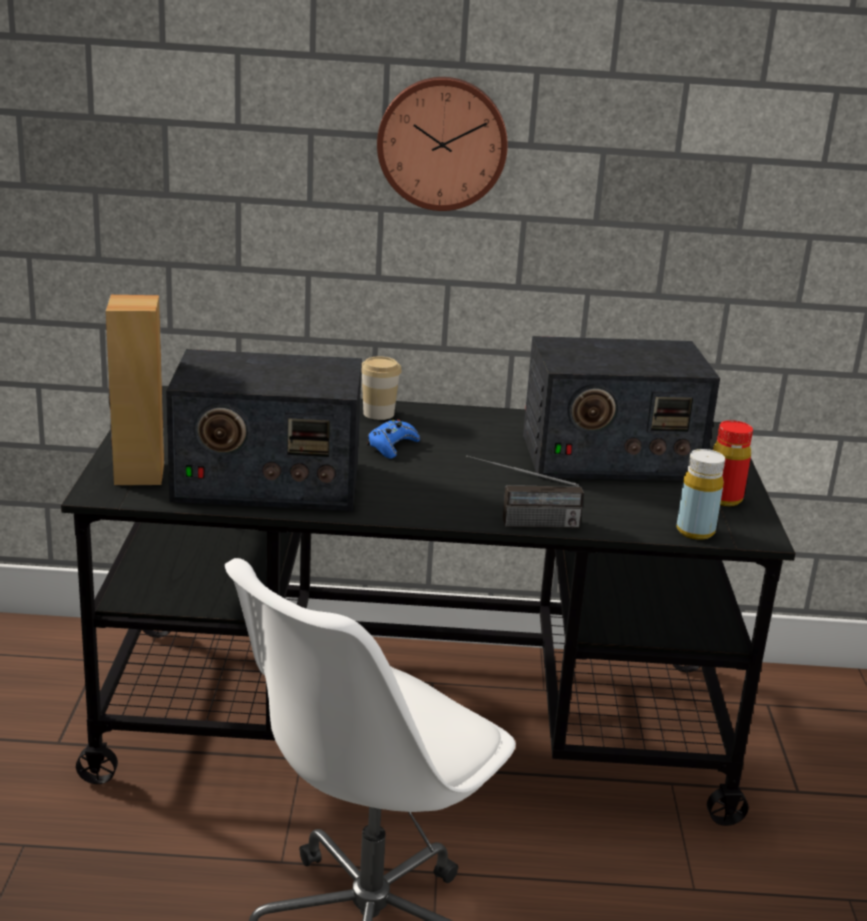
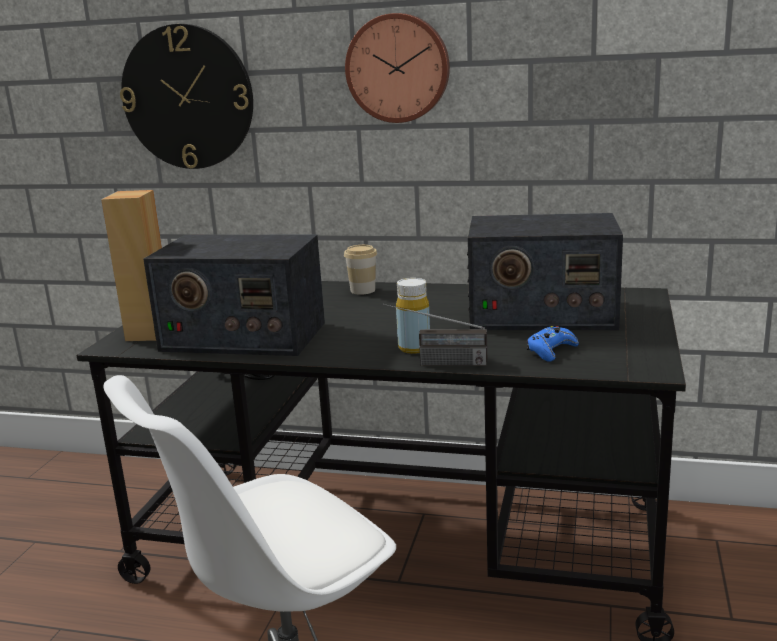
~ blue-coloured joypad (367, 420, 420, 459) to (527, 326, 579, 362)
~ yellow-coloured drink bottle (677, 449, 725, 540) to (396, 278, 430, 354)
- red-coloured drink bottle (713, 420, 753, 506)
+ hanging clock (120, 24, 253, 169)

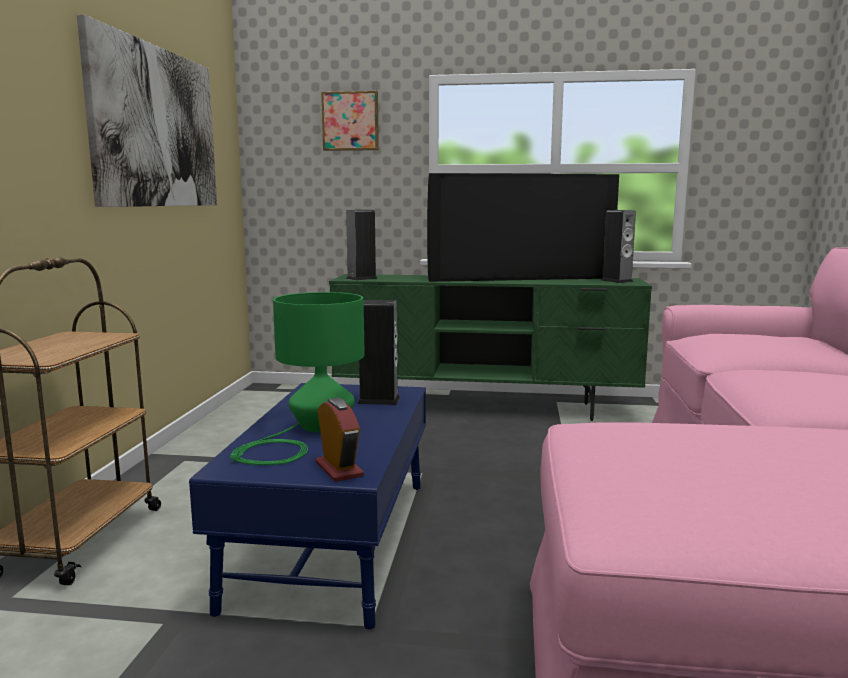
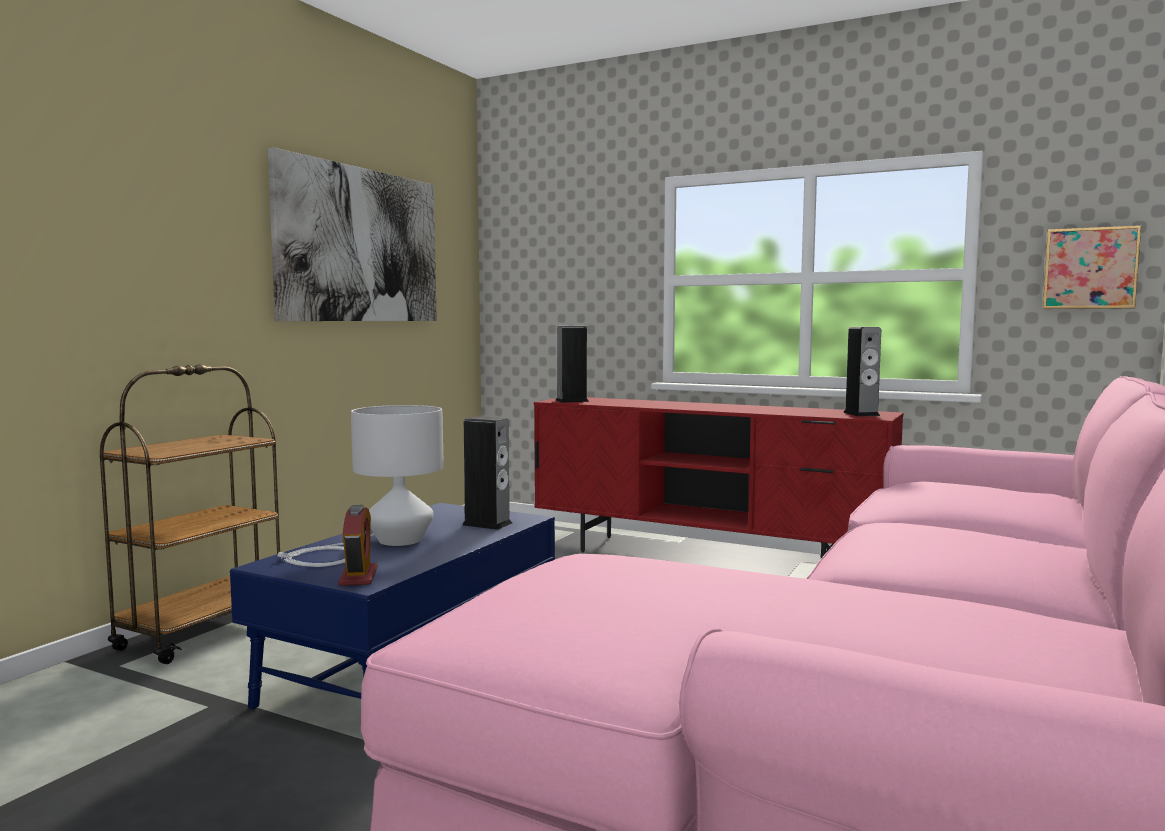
~ green table lamp (230, 292, 364, 465) to white-coloured table lamp (277, 405, 443, 567)
~ wall art (321, 91, 379, 151) to (1042, 225, 1141, 309)
~ green tv unit (329, 274, 652, 421) to red-coloured tv unit (534, 397, 904, 558)
- television (427, 173, 619, 282)

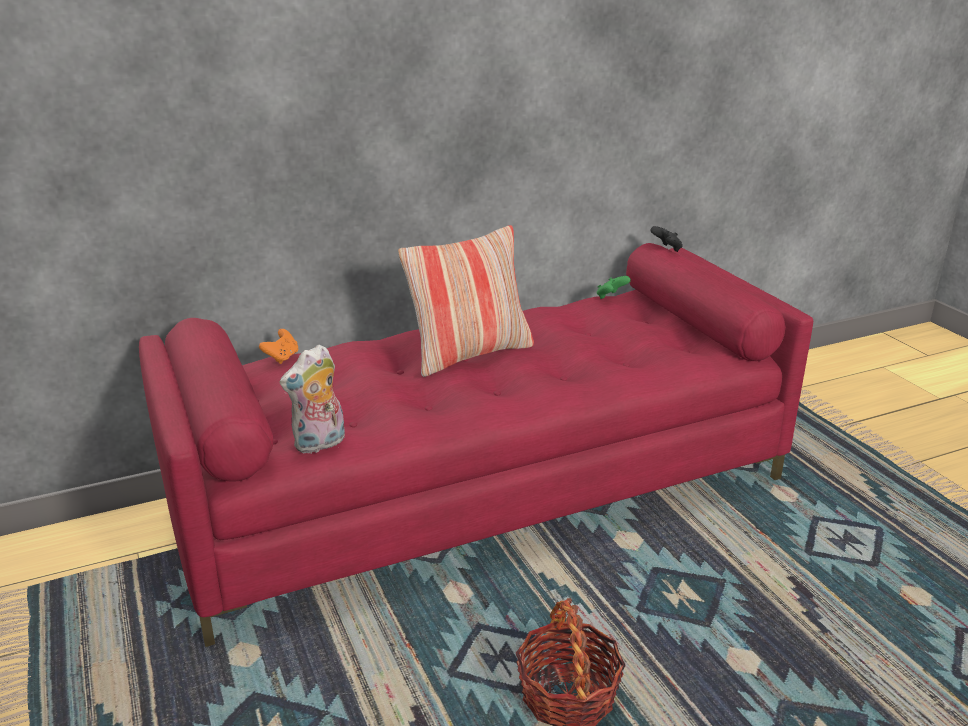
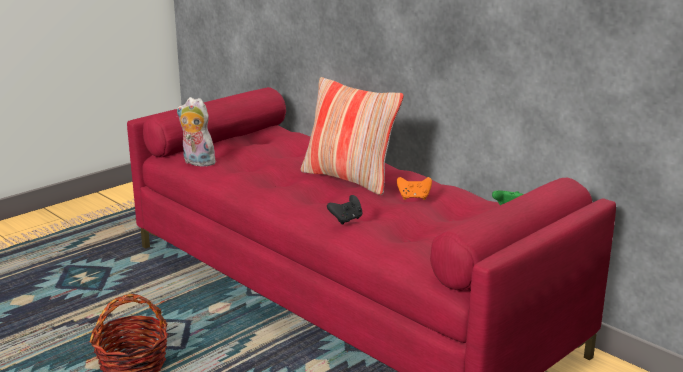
~ orange joypad (259, 329, 299, 364) to (397, 177, 432, 200)
~ black-coloured joypad (650, 226, 683, 252) to (327, 195, 363, 225)

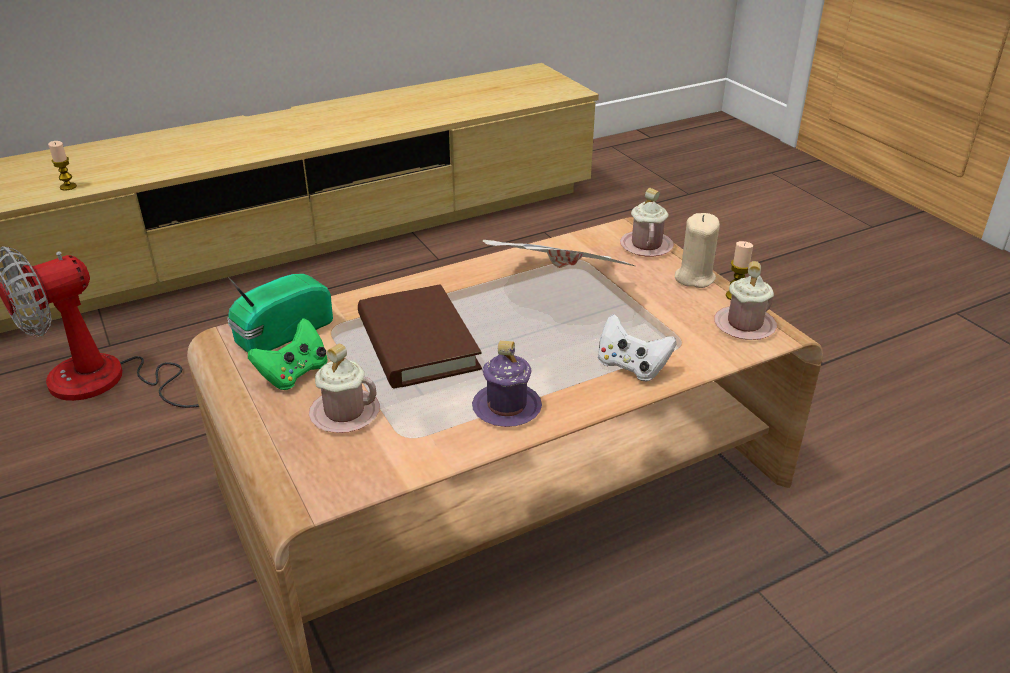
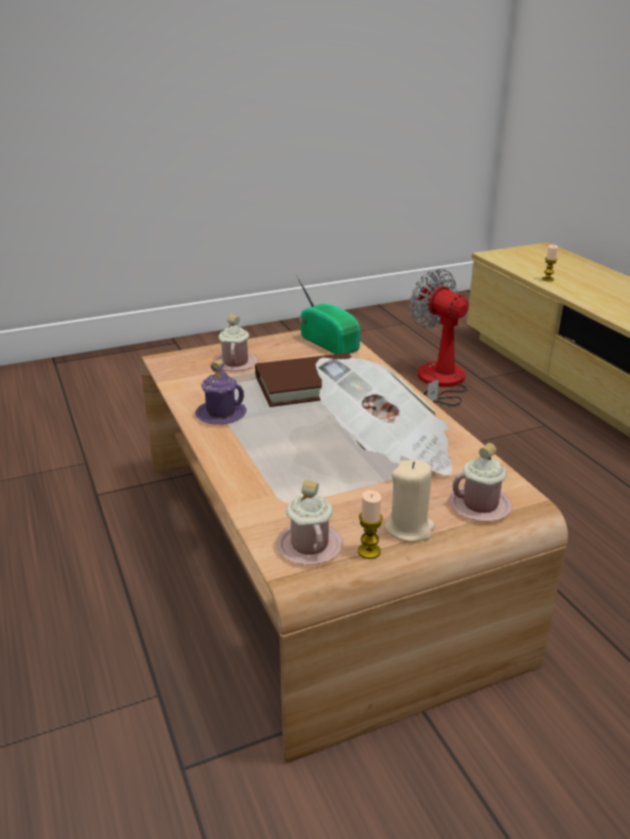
- green joypad (248, 318, 328, 390)
- white-coloured joypad (598, 314, 677, 381)

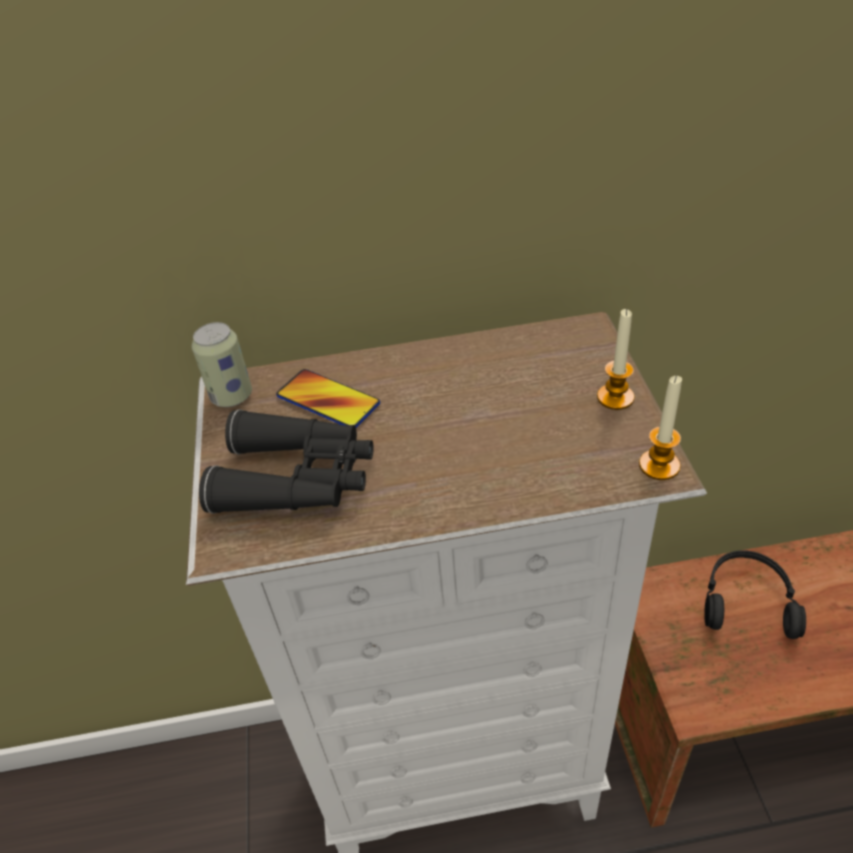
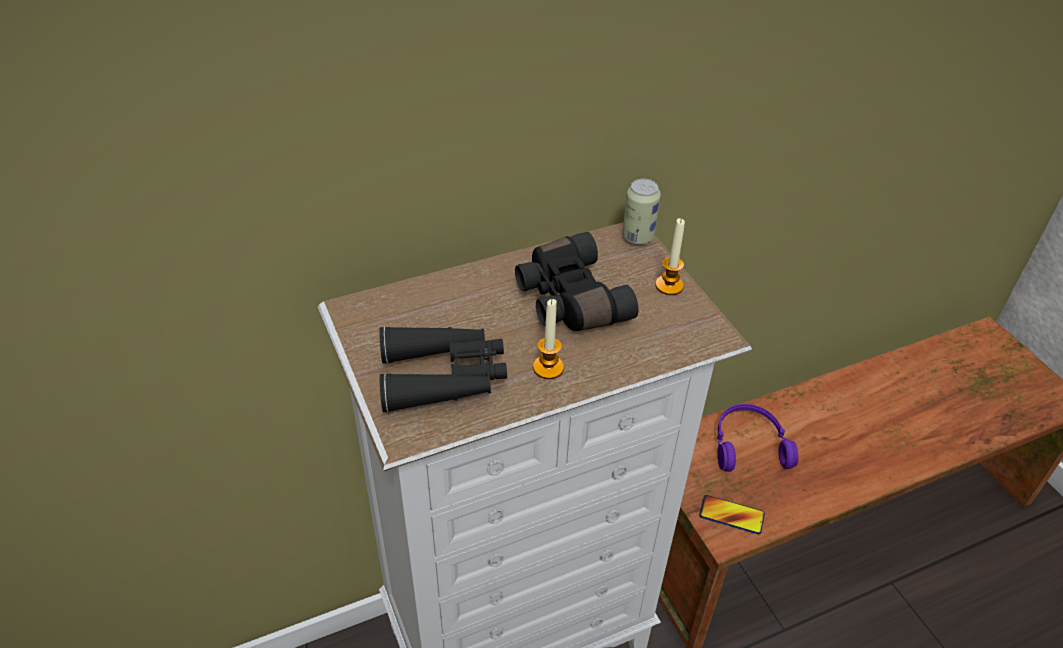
~ can (192, 322, 252, 407) to (622, 179, 661, 245)
~ handset (276, 369, 380, 428) to (699, 495, 765, 534)
~ candle (639, 376, 682, 480) to (533, 299, 564, 379)
~ black-coloured headset (704, 550, 806, 639) to purple headset (717, 404, 798, 472)
+ black-coloured field glasses (515, 232, 638, 331)

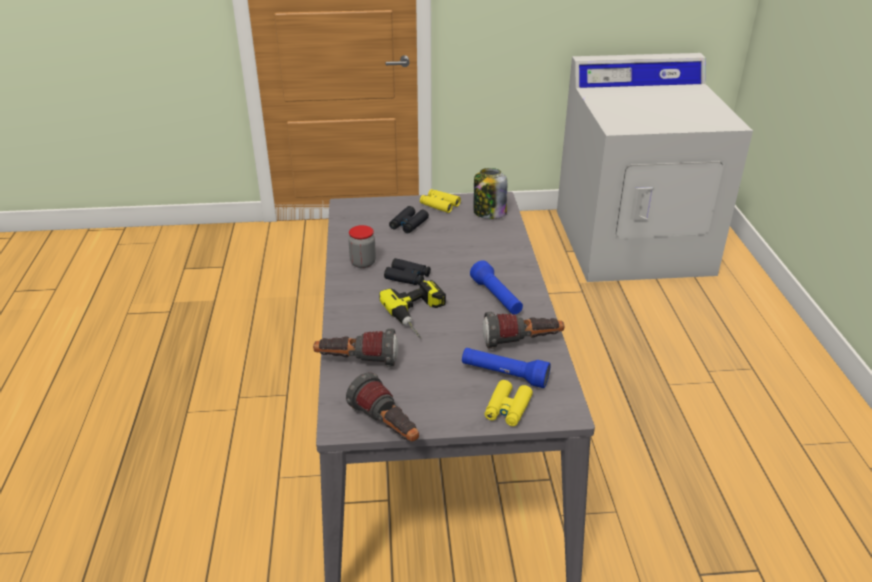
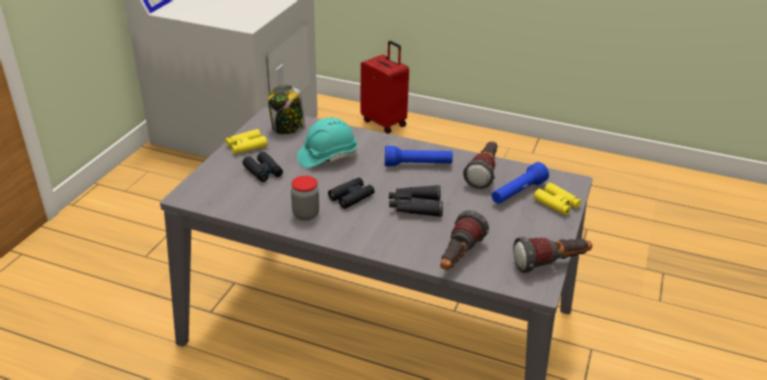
~ power drill (379, 280, 446, 338) to black-coloured field glasses (389, 185, 443, 217)
+ blue-green work helmet (297, 117, 357, 168)
+ red-coloured suitcase (361, 41, 409, 134)

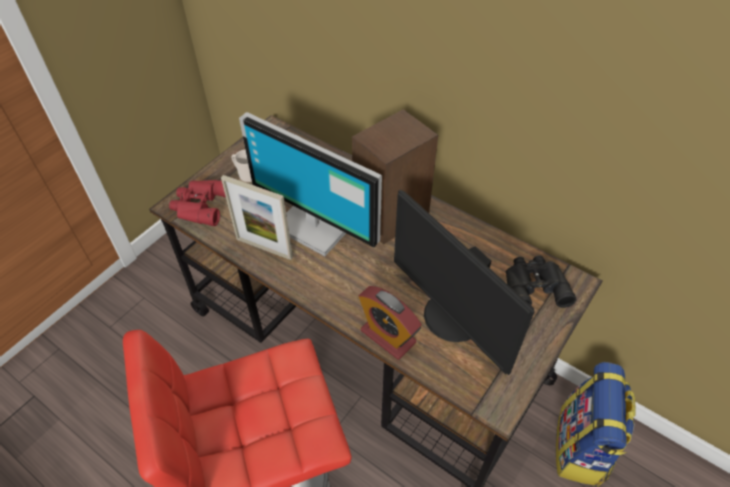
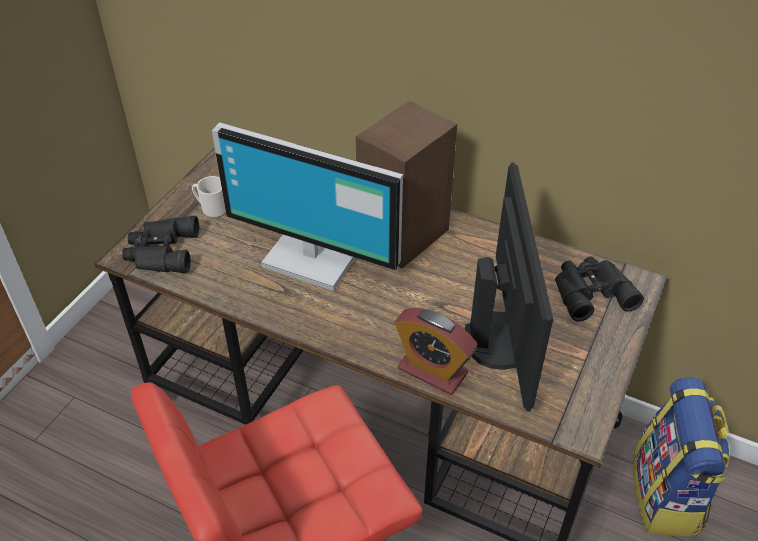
~ red-coloured field glasses (169, 180, 226, 226) to black-coloured field glasses (122, 216, 199, 273)
- picture frame (221, 175, 293, 260)
~ computer screen (394, 190, 535, 375) = (465, 162, 553, 411) 135 degrees counterclockwise

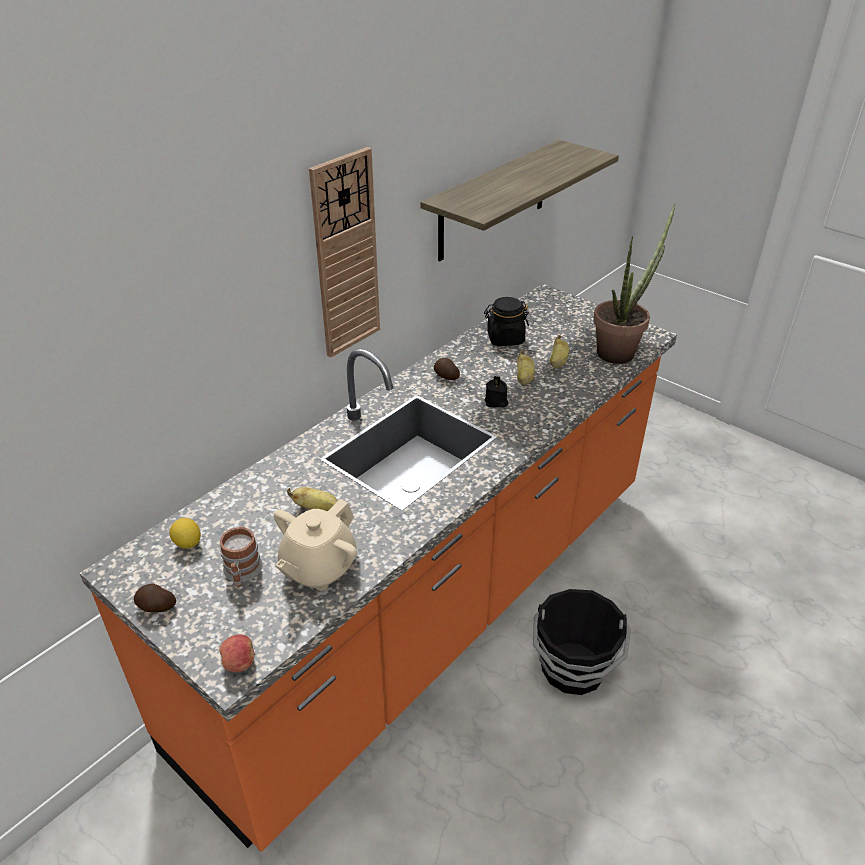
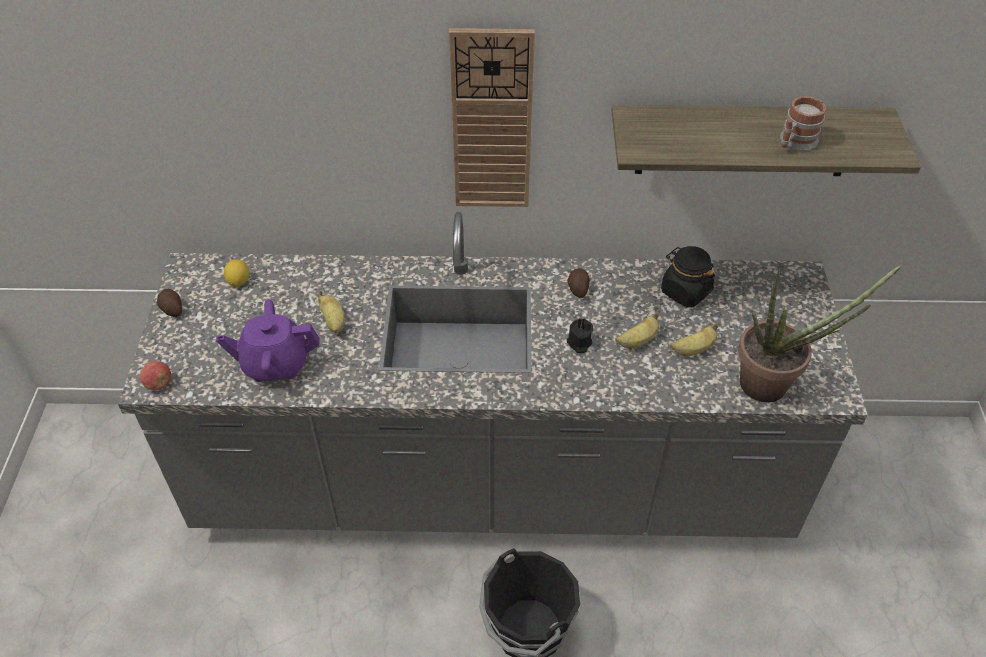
~ orange kitchen base unit (80, 284, 677, 852) to grey kitchen base unit (118, 212, 868, 538)
~ coffee mug (220, 527, 263, 588) to (780, 96, 826, 150)
~ sand-coloured teapot (274, 499, 357, 591) to purple teapot (216, 299, 320, 382)

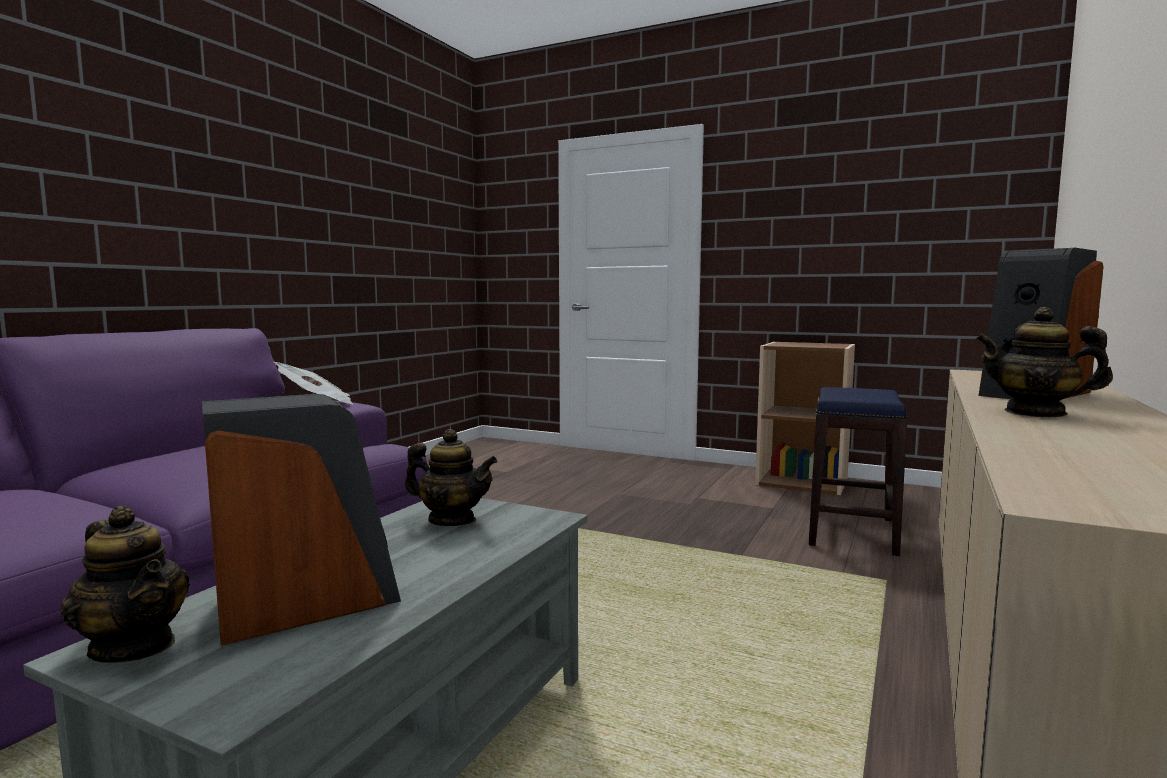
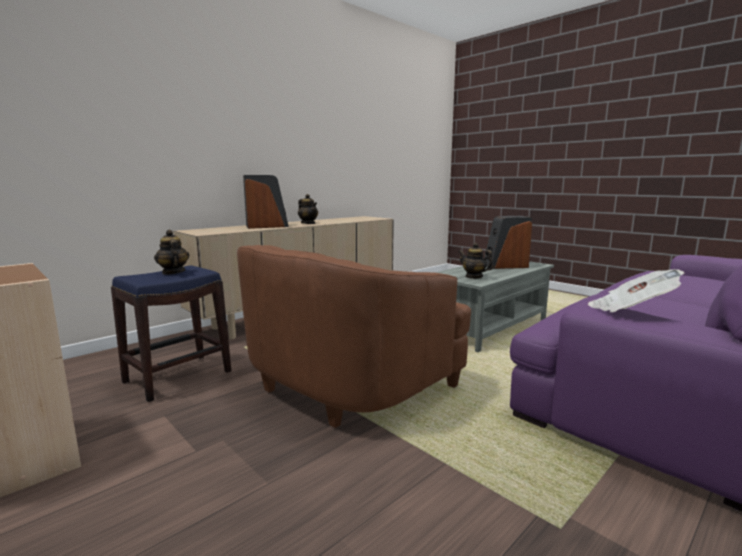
~ teapot (61, 506, 190, 663) to (154, 230, 189, 274)
+ brown lounge chair (237, 245, 471, 428)

